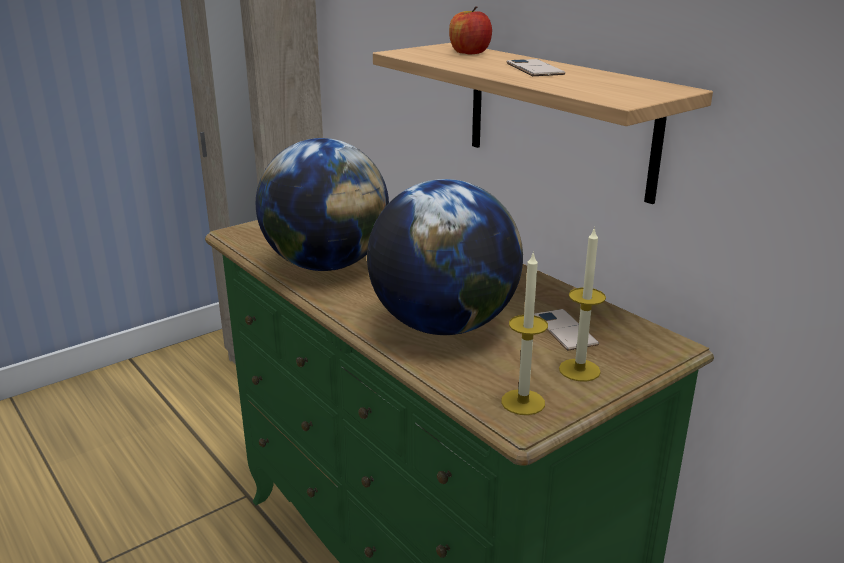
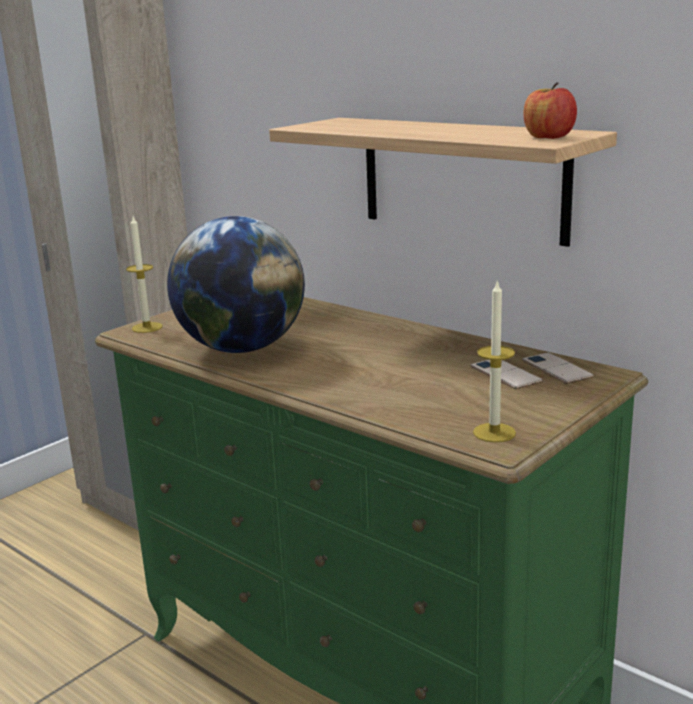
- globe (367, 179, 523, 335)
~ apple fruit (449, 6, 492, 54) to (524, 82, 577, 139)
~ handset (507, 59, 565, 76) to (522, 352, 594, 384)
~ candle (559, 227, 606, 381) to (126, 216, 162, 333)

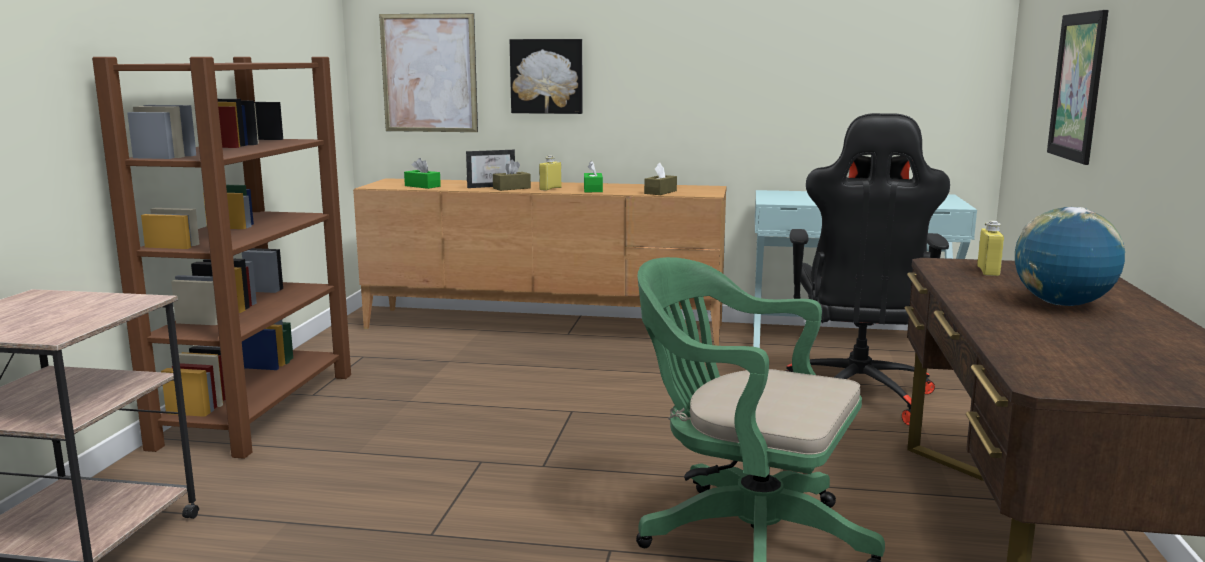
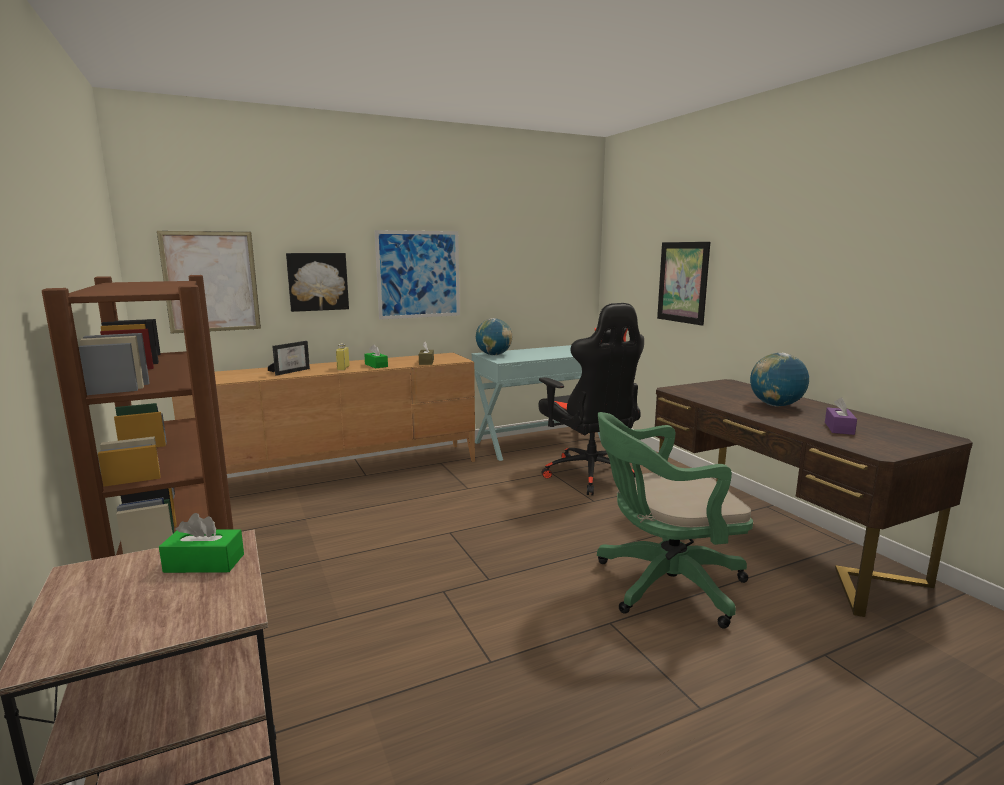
~ green tissue holder (404, 158, 441, 189) to (159, 513, 244, 573)
- brown tissue holder (493, 160, 531, 191)
- yellow-coloured drink bottle (977, 221, 1004, 276)
+ wall art (375, 230, 460, 320)
+ globe (476, 318, 512, 355)
+ purple tissue holder (825, 397, 857, 435)

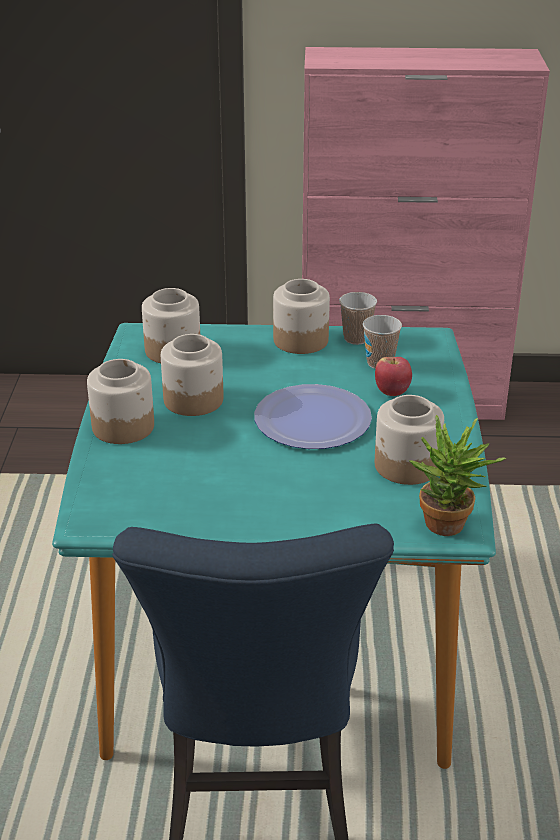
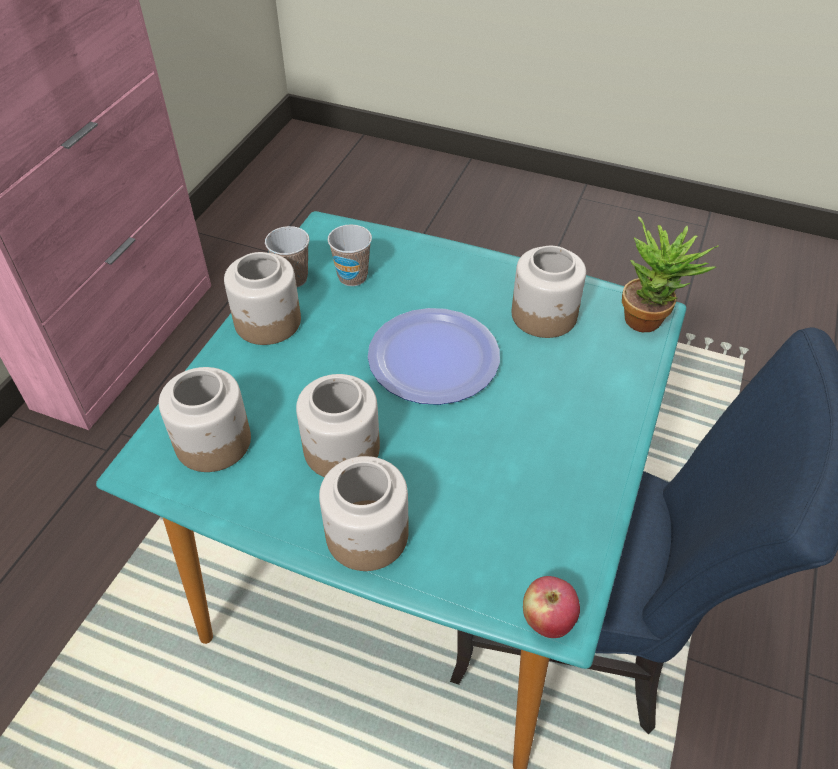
~ apple fruit (375, 357, 412, 396) to (523, 576, 580, 638)

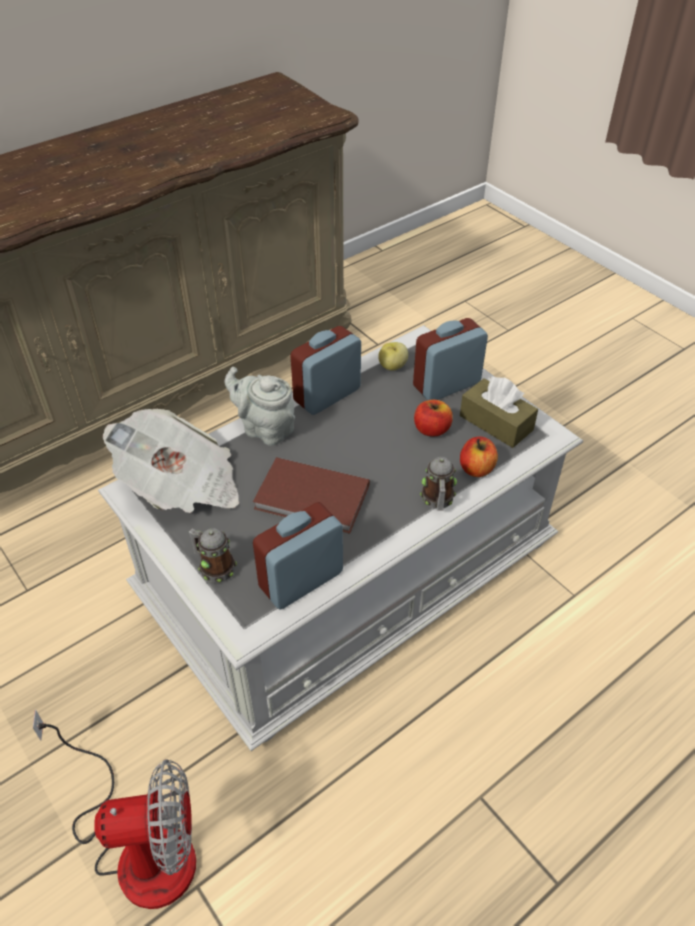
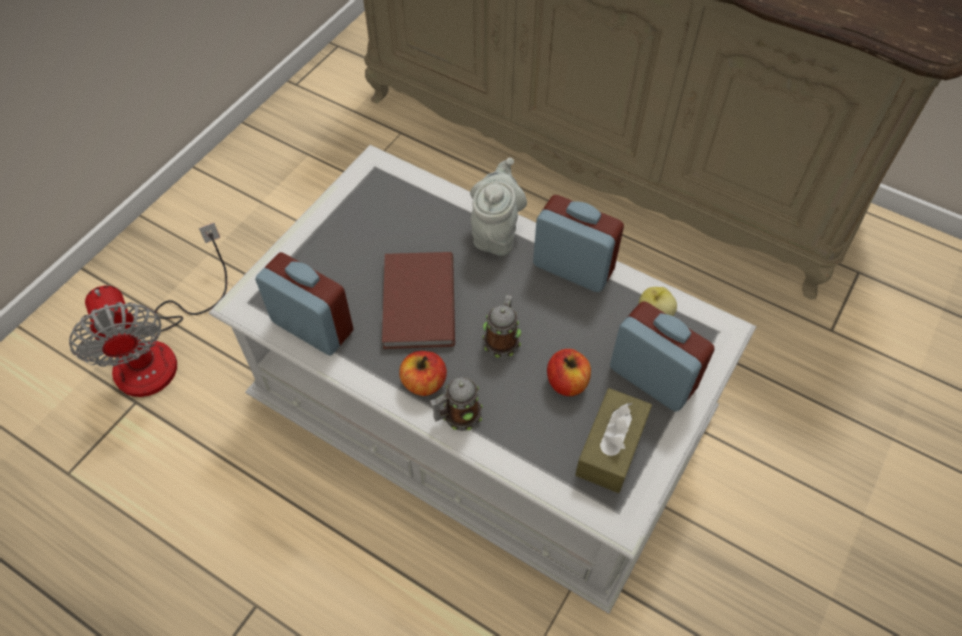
- daily paper (103, 409, 239, 513)
~ coffee mug (189, 528, 237, 583) to (482, 295, 521, 358)
~ apple fruit (460, 436, 498, 477) to (399, 351, 447, 396)

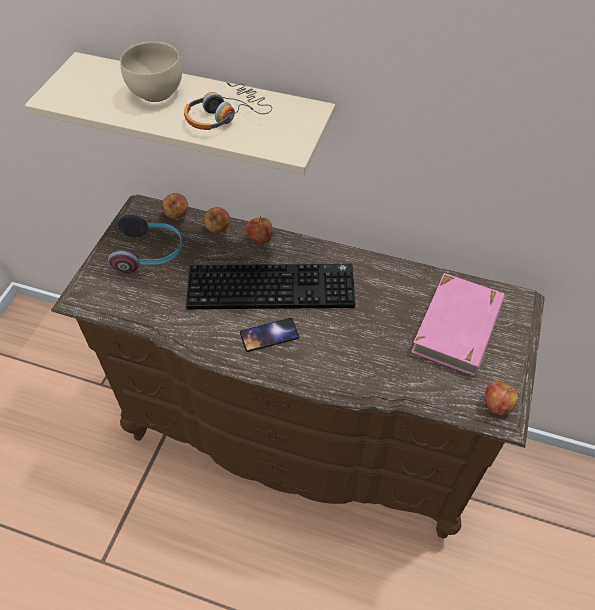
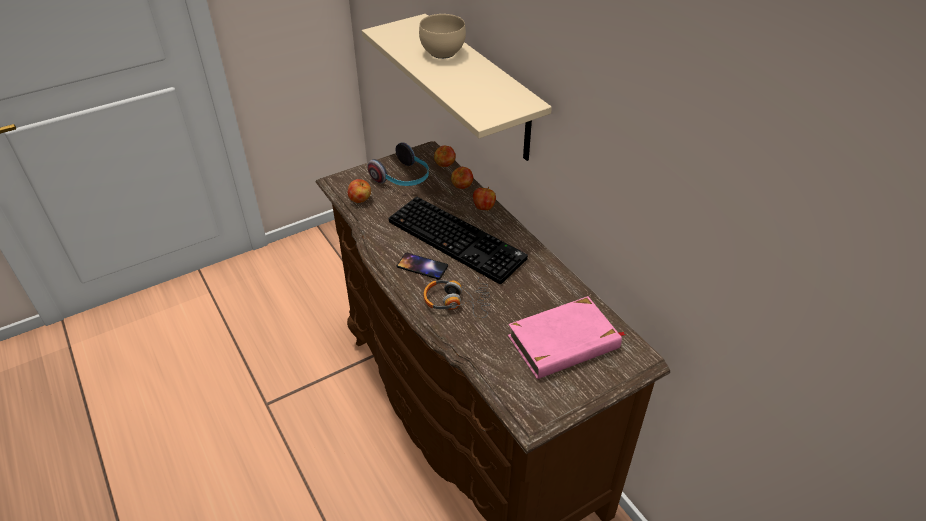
~ headset (184, 82, 272, 130) to (423, 277, 491, 318)
~ apple fruit (485, 381, 518, 415) to (348, 179, 371, 203)

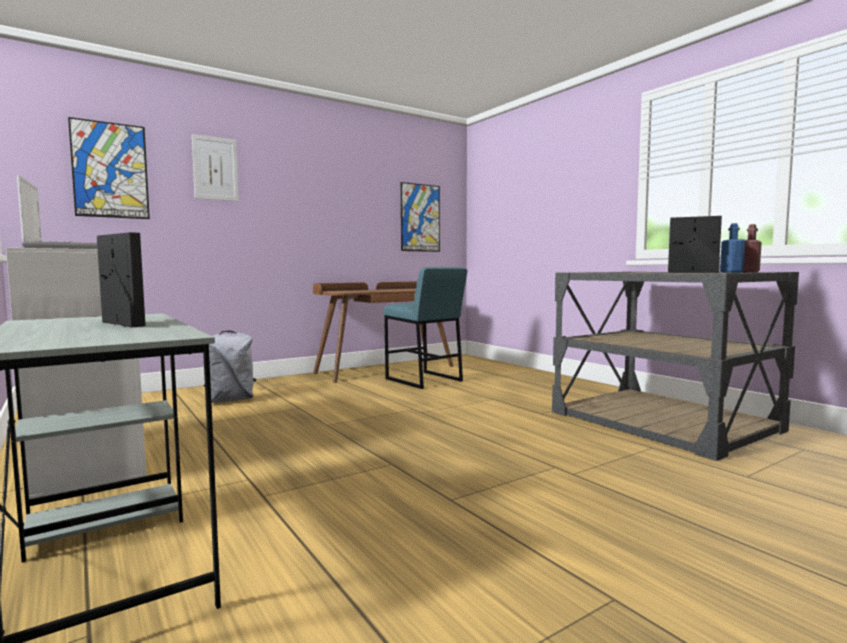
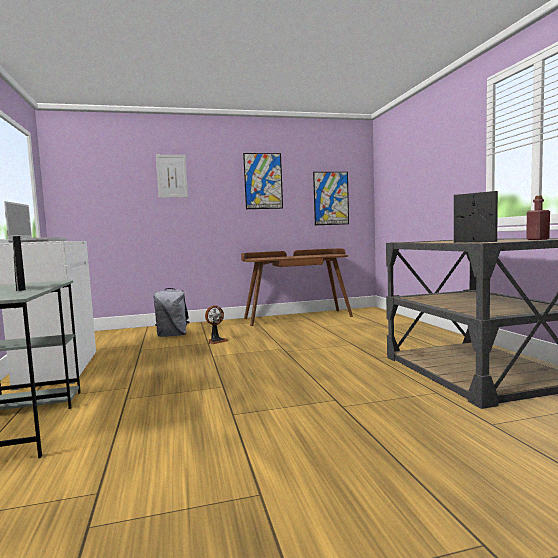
~ wall art (68, 117, 150, 219) to (243, 153, 283, 209)
- blue-coloured stool seat (383, 267, 467, 389)
- blue-coloured drink bottle (720, 223, 746, 273)
+ fan (205, 305, 228, 344)

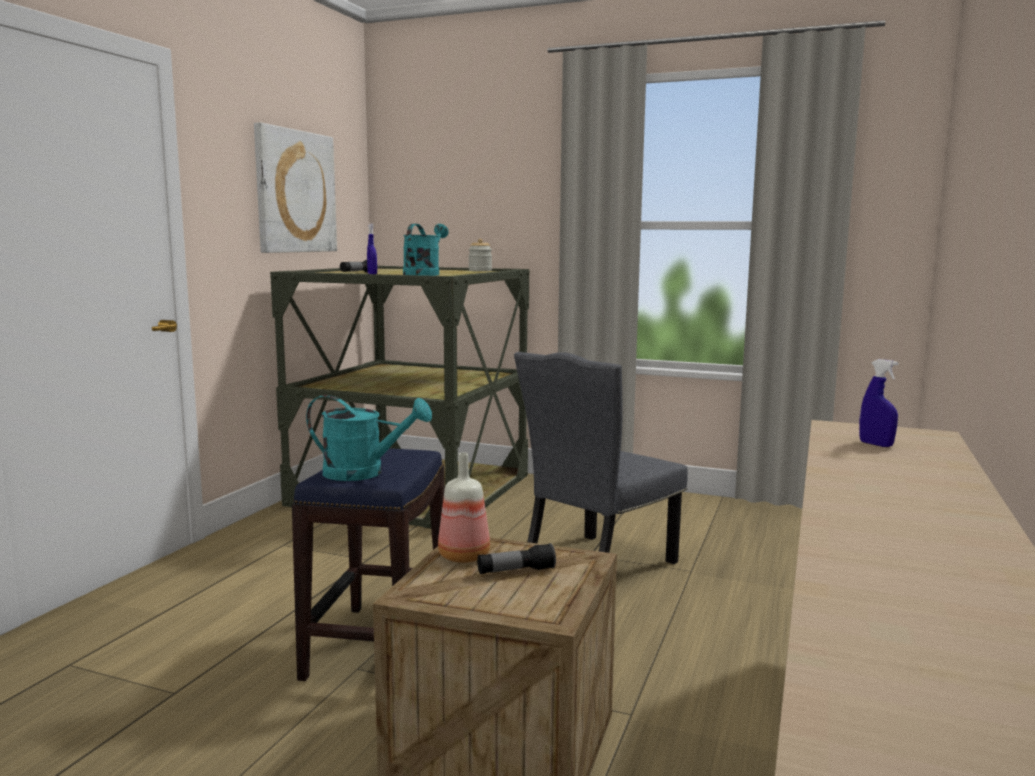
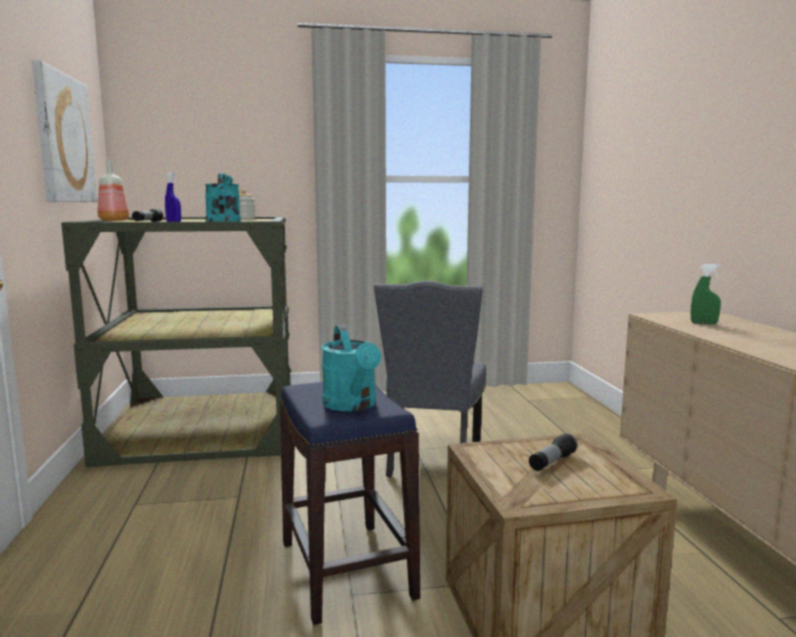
~ blue-green sprinkling can (306, 395, 432, 481) = (321, 325, 381, 411) 90 degrees clockwise
~ drink bottle (438, 453, 490, 563) to (98, 160, 129, 221)
~ blue-coloured sprayer (860, 359, 899, 447) to green sprayer (691, 264, 721, 325)

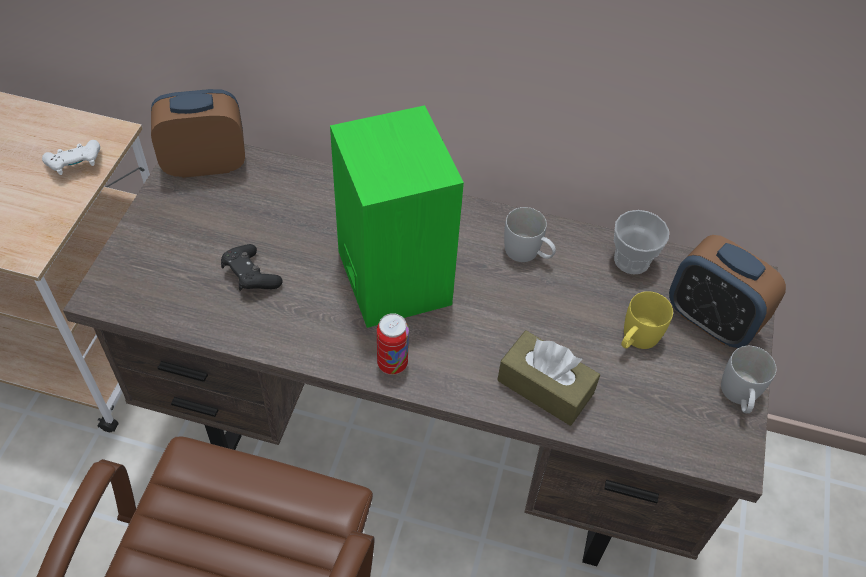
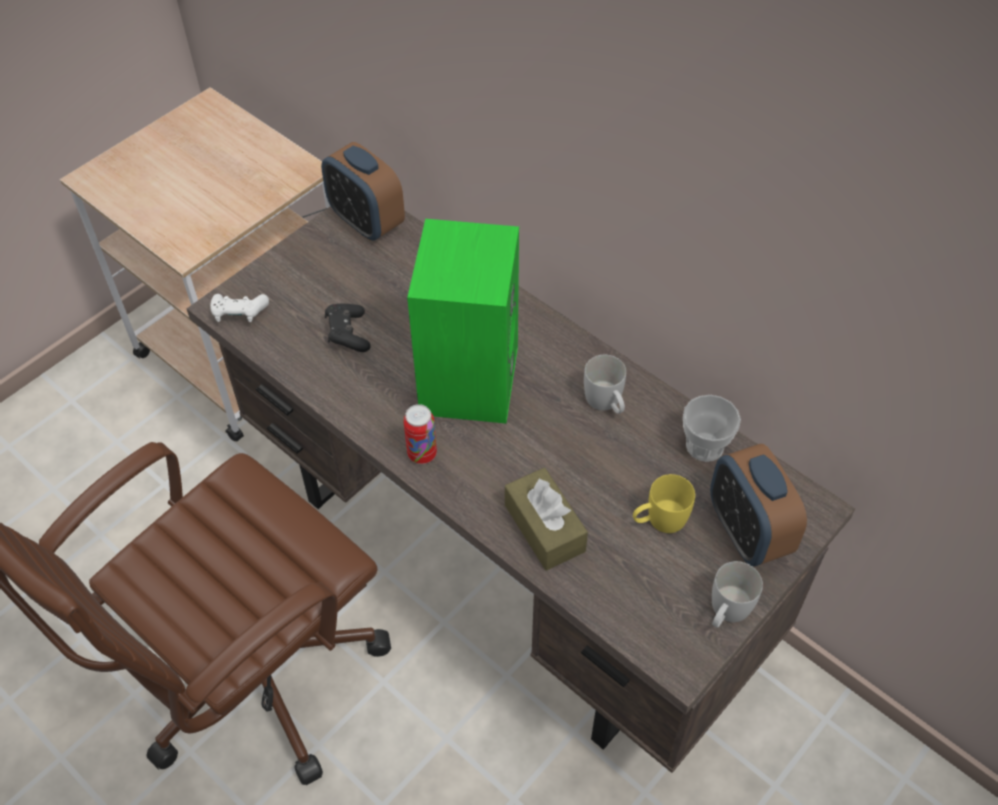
~ white-coloured joypad (42, 140, 100, 175) to (210, 294, 269, 322)
~ alarm clock (151, 89, 245, 178) = (321, 142, 405, 241) 150 degrees counterclockwise

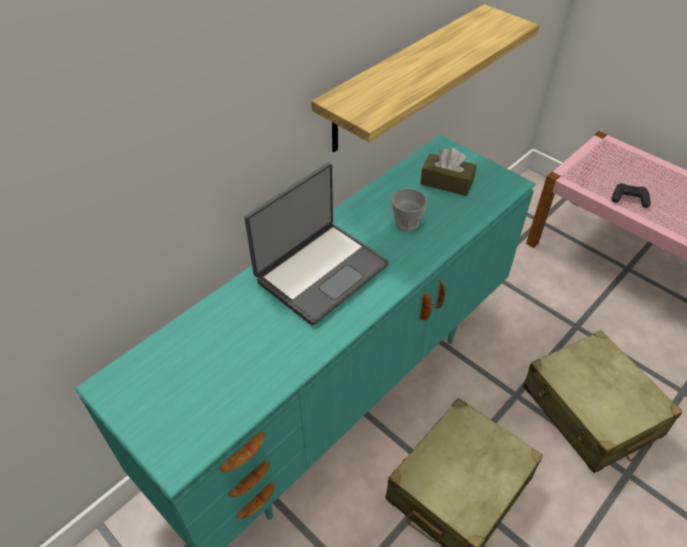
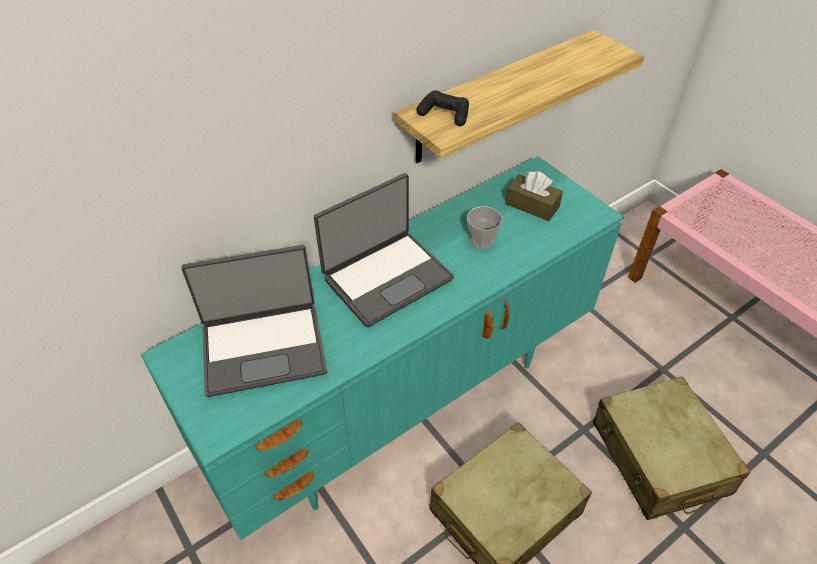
~ black-coloured joypad (611, 183, 651, 208) to (416, 90, 469, 126)
+ laptop (181, 245, 327, 397)

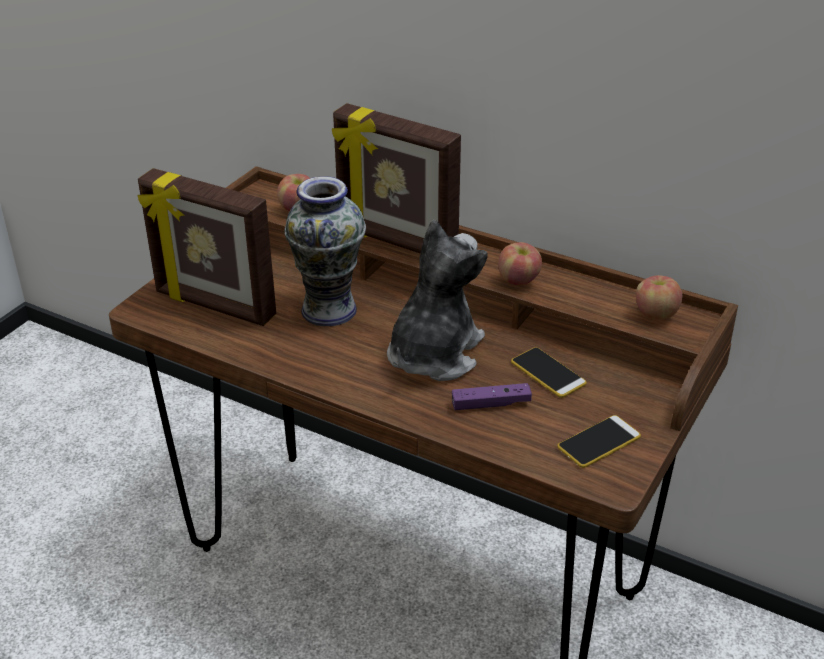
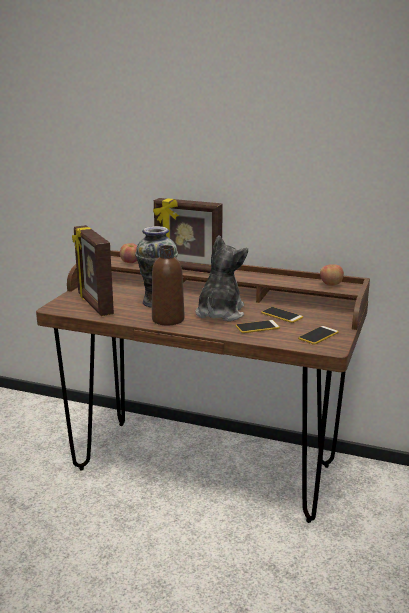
~ picture frame (138, 168, 276, 326) = (72, 225, 114, 316) 45 degrees clockwise
~ purple joypad (452, 383, 532, 410) to handset (235, 320, 280, 333)
- apple fruit (498, 242, 542, 285)
+ brown drink bottle (152, 245, 184, 326)

